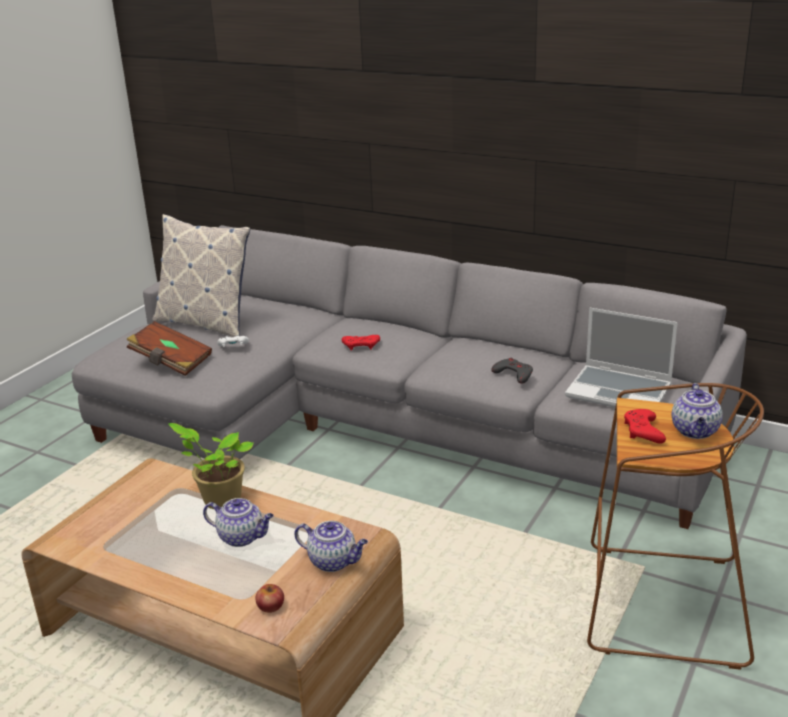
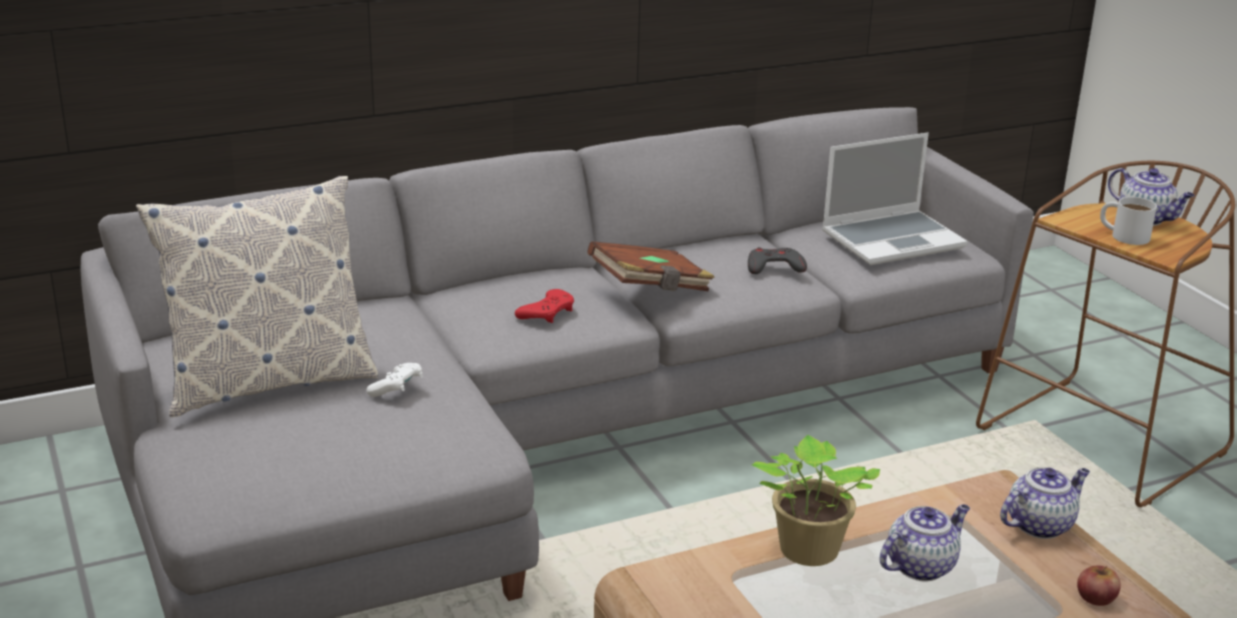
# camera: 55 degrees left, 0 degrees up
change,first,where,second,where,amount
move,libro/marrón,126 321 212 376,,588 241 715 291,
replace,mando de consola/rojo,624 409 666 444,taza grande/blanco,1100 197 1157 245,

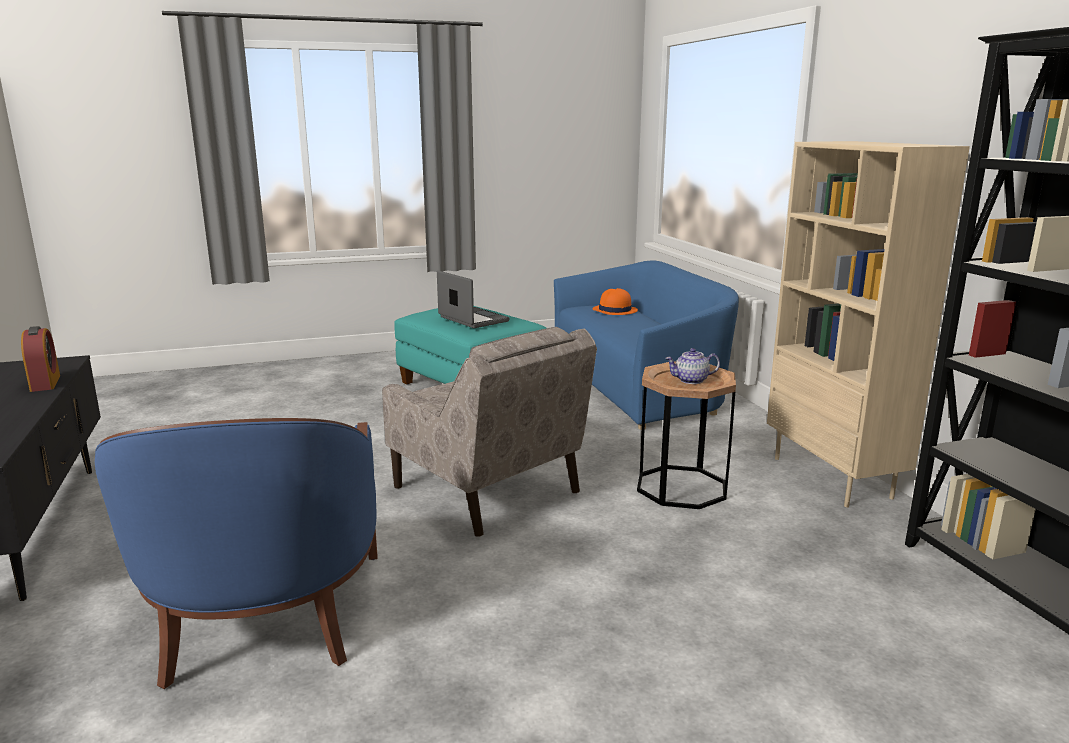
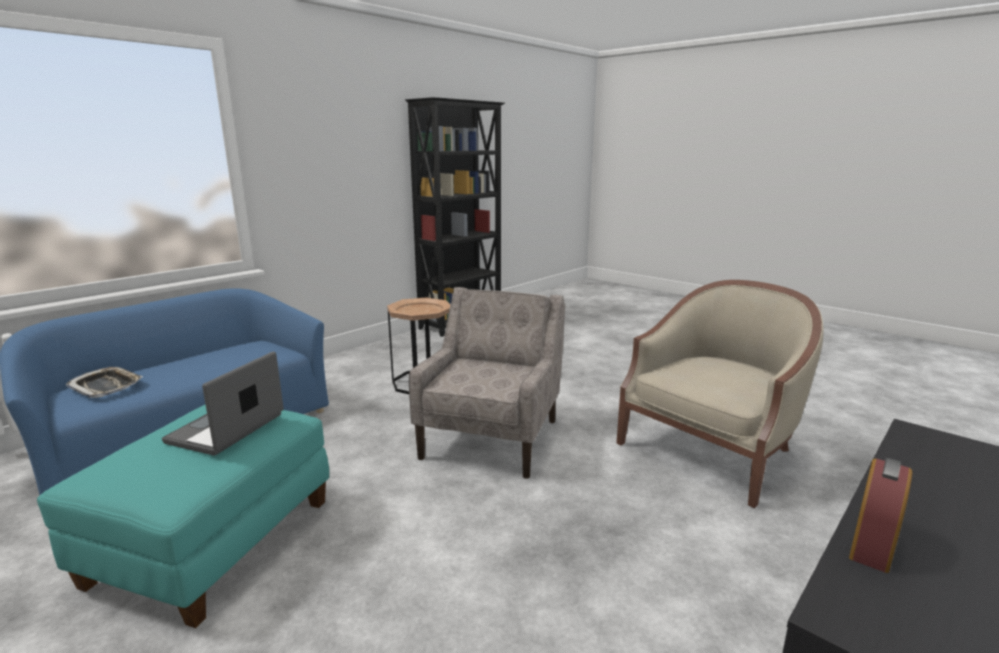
# camera: 120 degrees left, 0 degrees up
change,first,where,second,where,amount
replace,sombrero/naranja,592 288 638 315,bandeja,66 367 143 398,
recolor,sillón/azul,95 418 377 689,sillón/beis,616 280 823 508,
delete,tetera,665 348 720 384,,,
delete,estantería/beis,767 141 970 507,,,

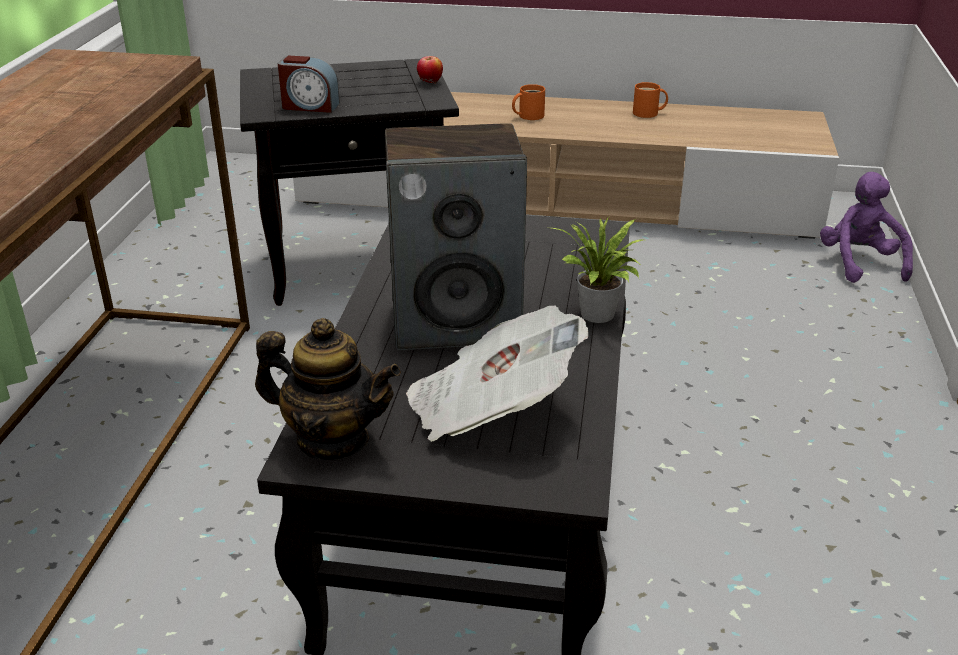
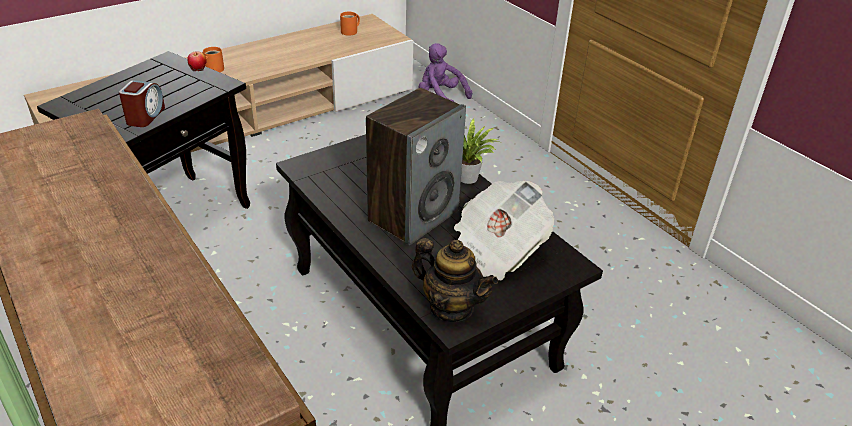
# camera: 45 degrees left, 5 degrees up
change,first,where,second,where,amount
rotate,despertador,278 55 340 113,,119 80 165 127,45 degrees counterclockwise
move,taza grande/naranja,633 82 668 118,,340 12 360 36,
rotate,tetera,255 318 401 460,,412 238 498 322,60 degrees clockwise

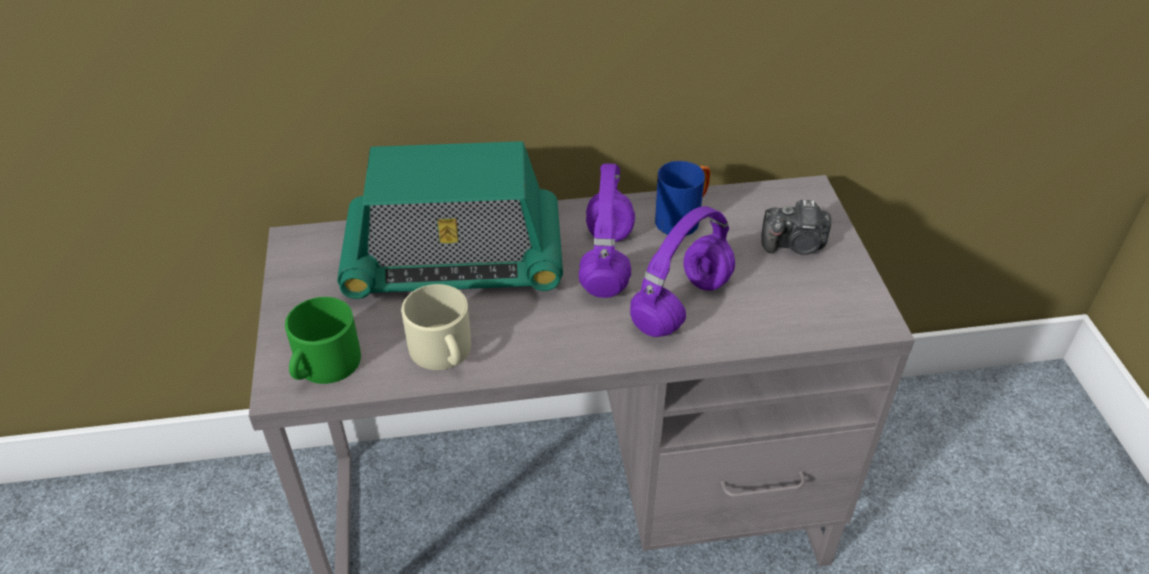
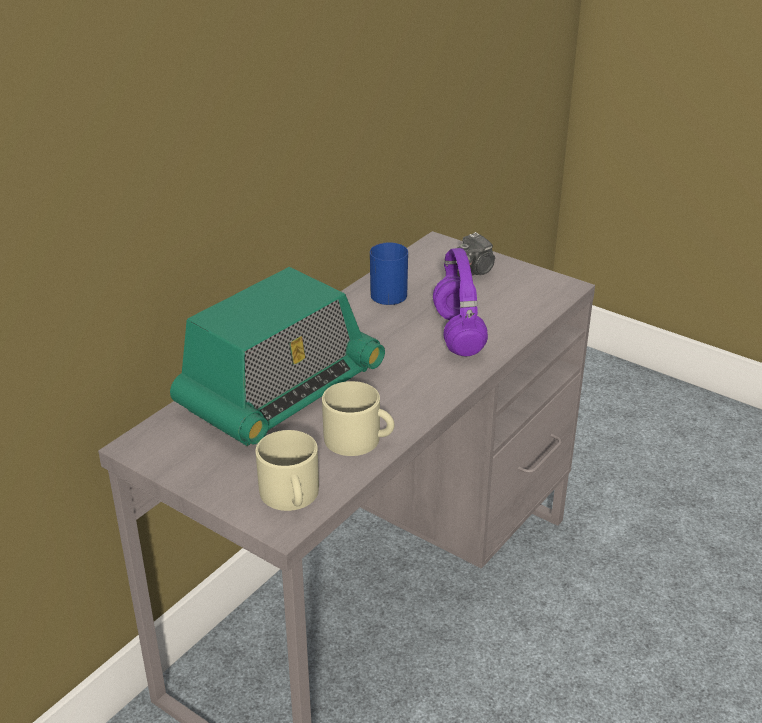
# camera: 45 degrees left, 10 degrees down
change,first,where,second,where,amount
recolor,taza grande/verde,285 297 361 384,taza grande/beis,256 430 319 511,
delete,auriculares/morado,579 164 635 298,,,

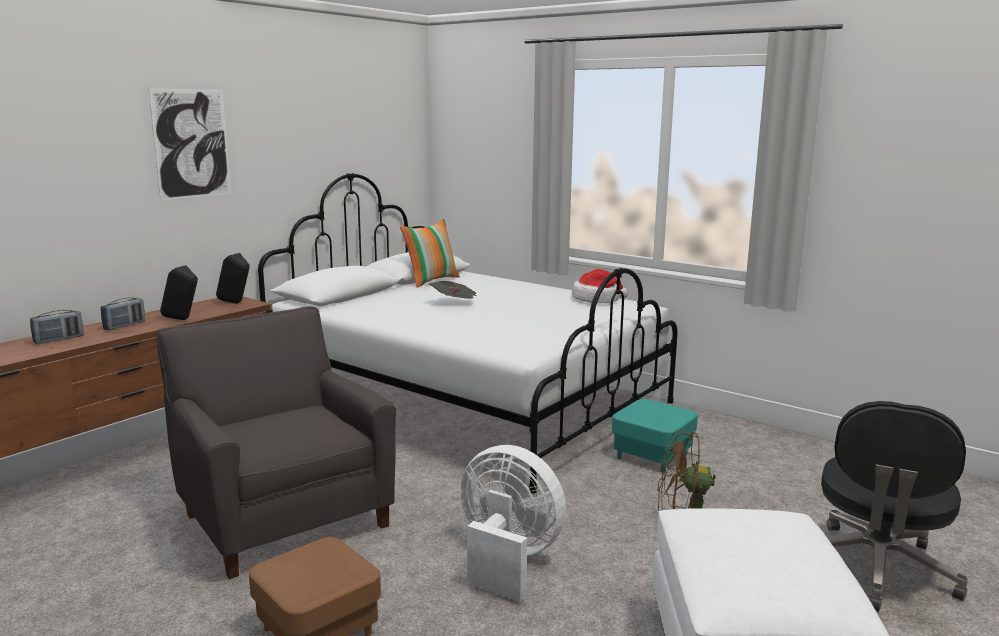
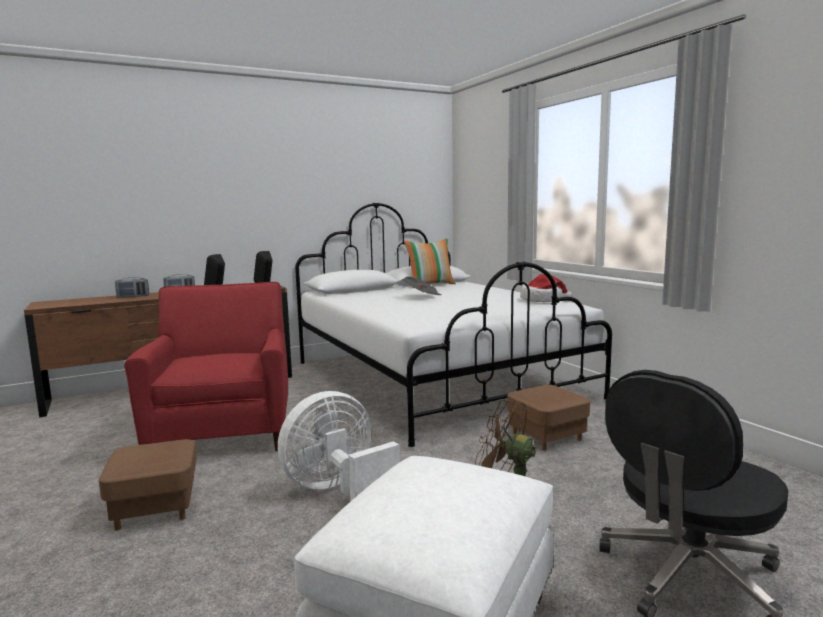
# camera: 25 degrees right, 5 degrees down
change,first,where,second,where,amount
recolor,sillón/gris,157 306 396 579,sillón/rojo,124 282 288 451,
rotate,ventilador/blanco,461 445 566 601,,278 391 400 501,90 degrees counterclockwise
recolor,puf/turquesa,612 399 698 473,puf/marrón,507 385 590 451,
delete,cuadro,149 88 231 201,,,

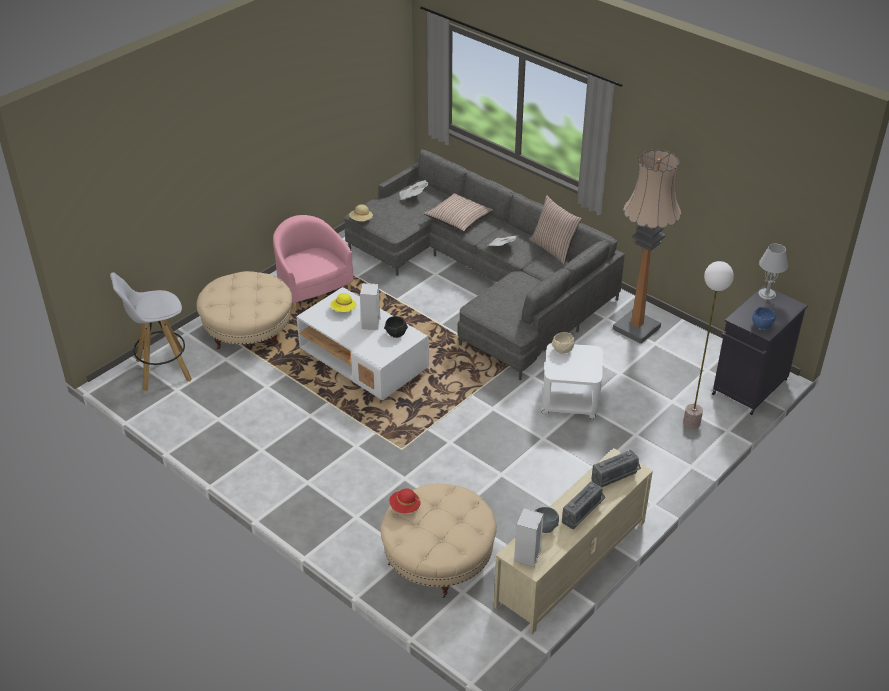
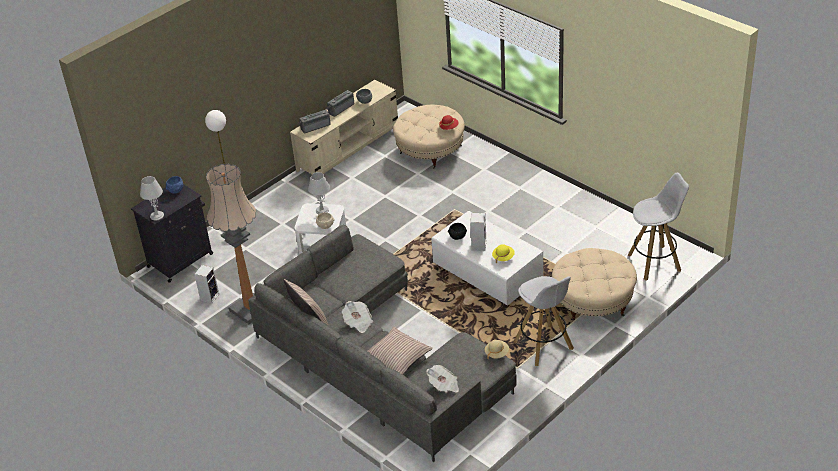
# camera: 175 degrees left, 0 degrees up
change,first,where,second,where,amount
move,altavoz,514 508 544 567,,194 265 219 303,
insert,,,lámpara de mesa/gris,308 172 330 214,
replace,sillón/rosa,273 215 354 310,taburete/blanco,514 276 574 366,

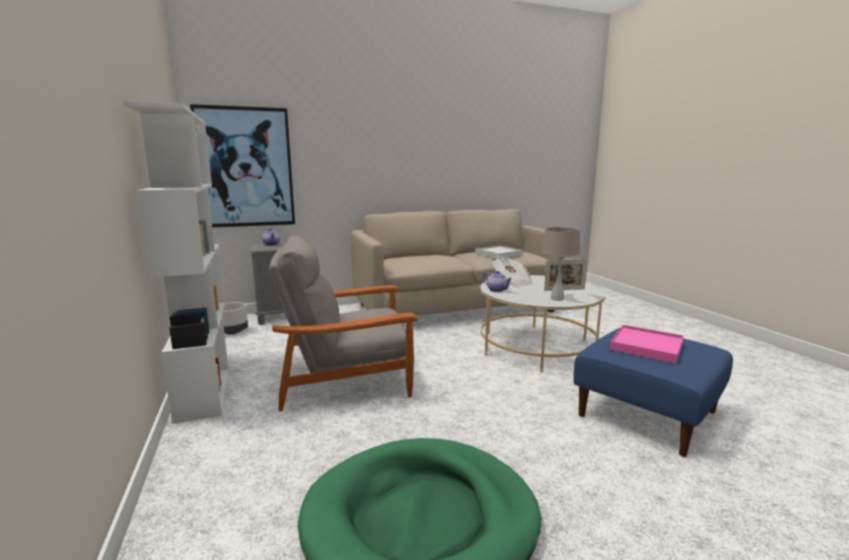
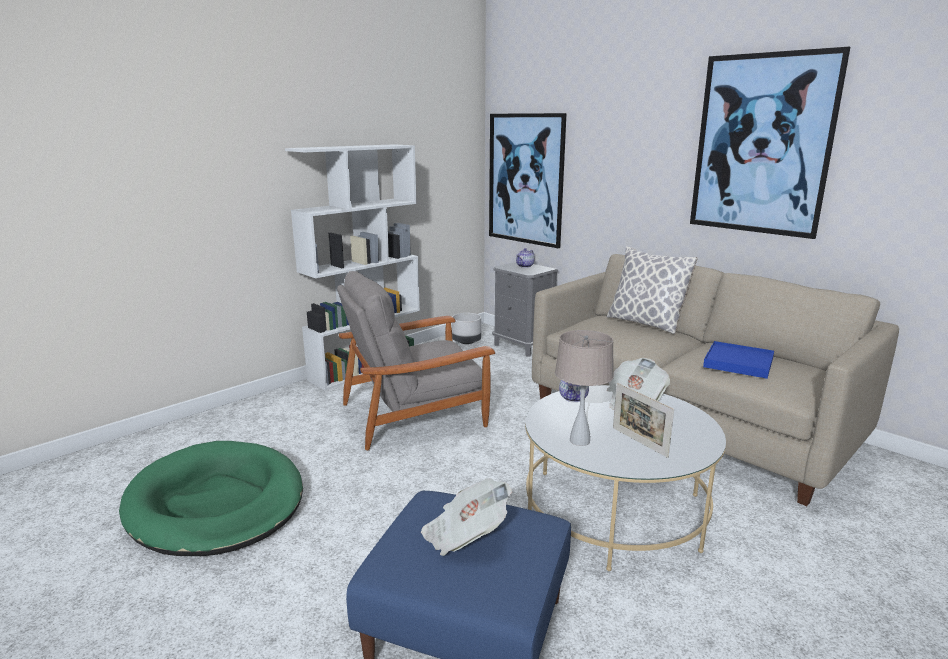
# camera: 65 degrees right, 5 degrees up
change,first,where,second,where,amount
rotate,sillón/gris,269 236 418 411,,337 271 495 450,75 degrees counterclockwise
replace,bandeja/rosa,610 325 684 364,periódico,421 478 512 556,
insert,,,cojín,607 246 698 334,
insert,,,cuadro,690 47 850 239,
recolor,bandeja/blanco,475 245 523 258,bandeja/azul,703 341 774 379,

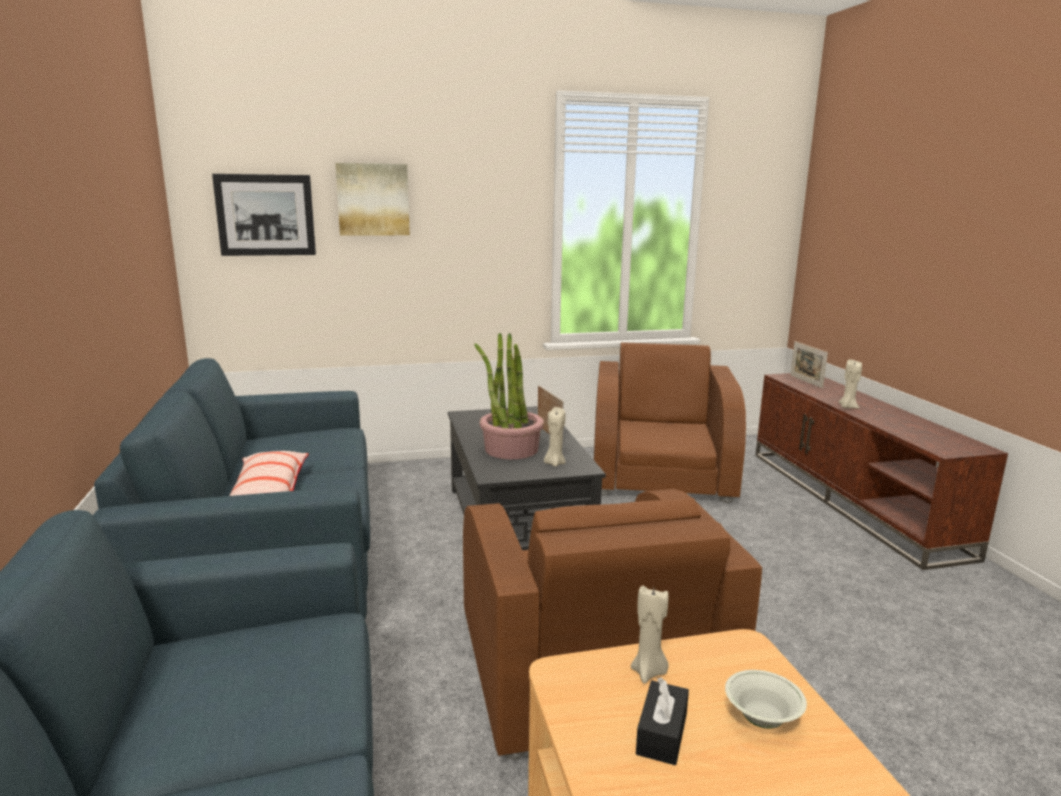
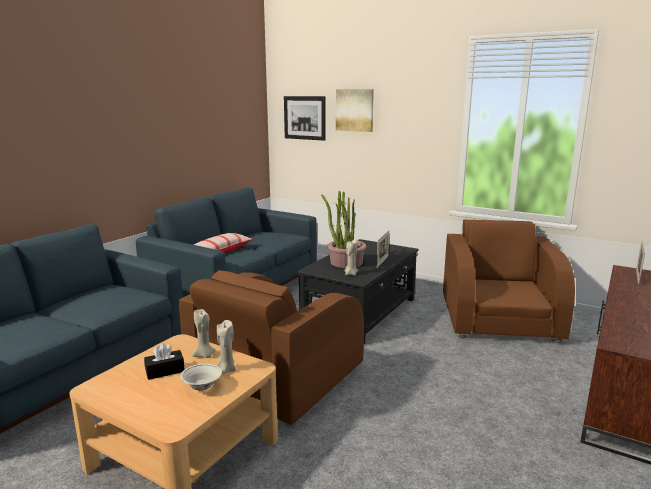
# camera: 45 degrees right, 0 degrees up
change,first,where,second,where,amount
move,vela/beis,839 360 862 409,,216 320 236 375,
rotate,sillón/marrón,594 342 746 503,,443 220 575 343,45 degrees counterclockwise

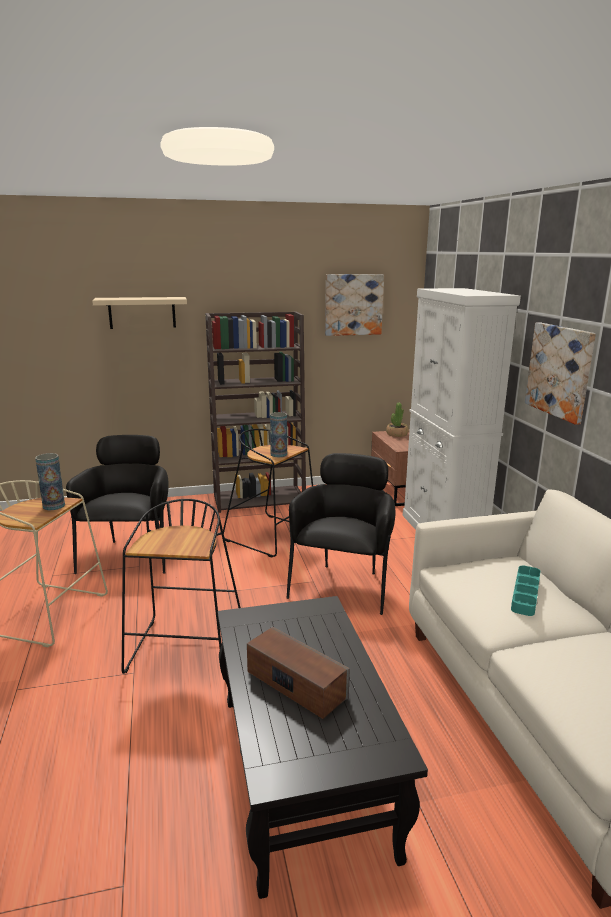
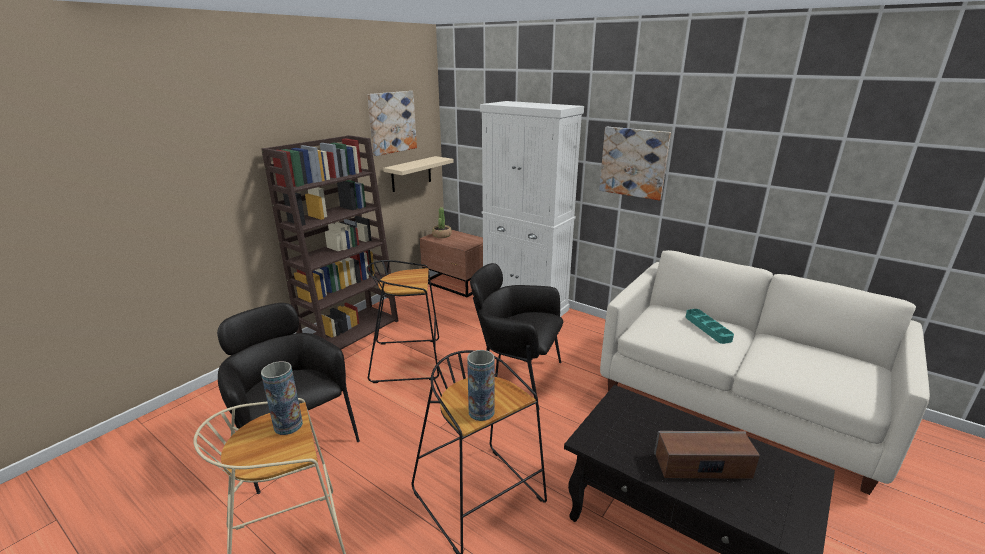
# camera: 40 degrees left, 5 degrees up
change,first,where,second,where,amount
move,estante/beis,92 297 187 329,,383 156 454 192,
move,florero,270 412 287 457,,467 350 495 421,
rotate,sillón/negro,286 453 395 615,,470 263 563 409,45 degrees counterclockwise

